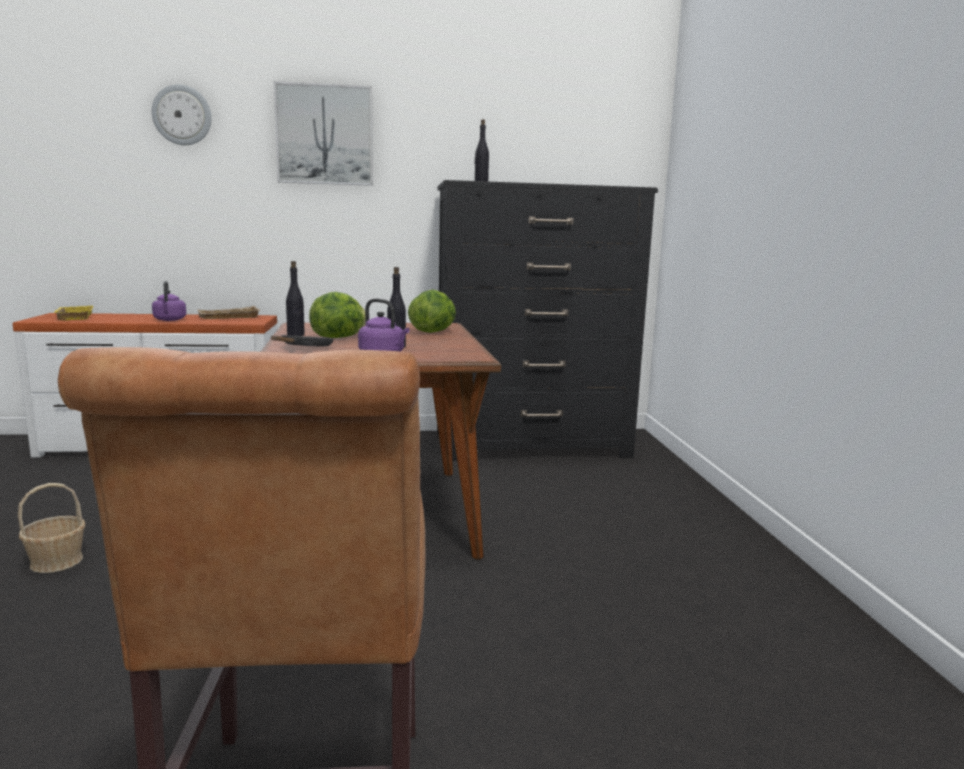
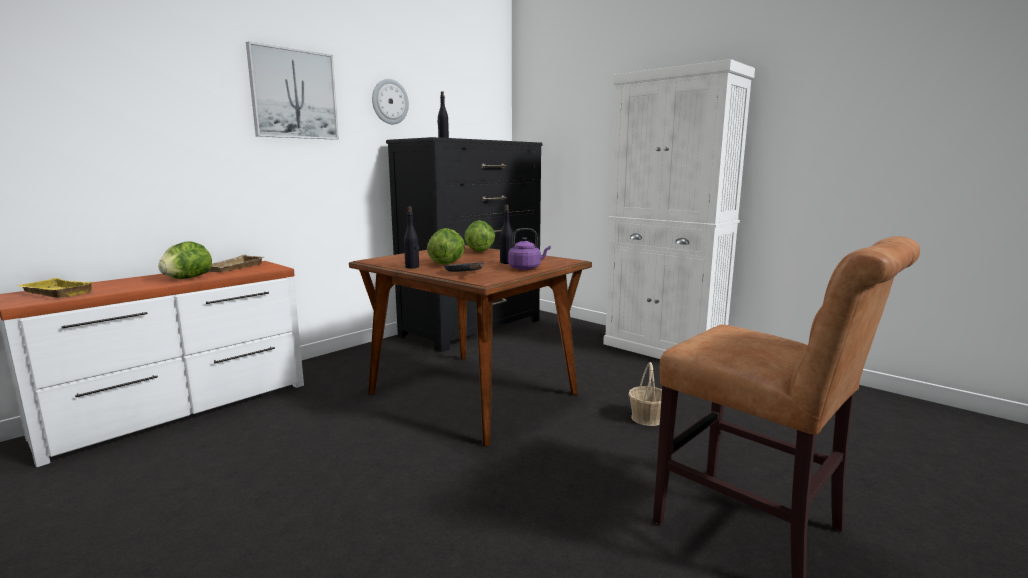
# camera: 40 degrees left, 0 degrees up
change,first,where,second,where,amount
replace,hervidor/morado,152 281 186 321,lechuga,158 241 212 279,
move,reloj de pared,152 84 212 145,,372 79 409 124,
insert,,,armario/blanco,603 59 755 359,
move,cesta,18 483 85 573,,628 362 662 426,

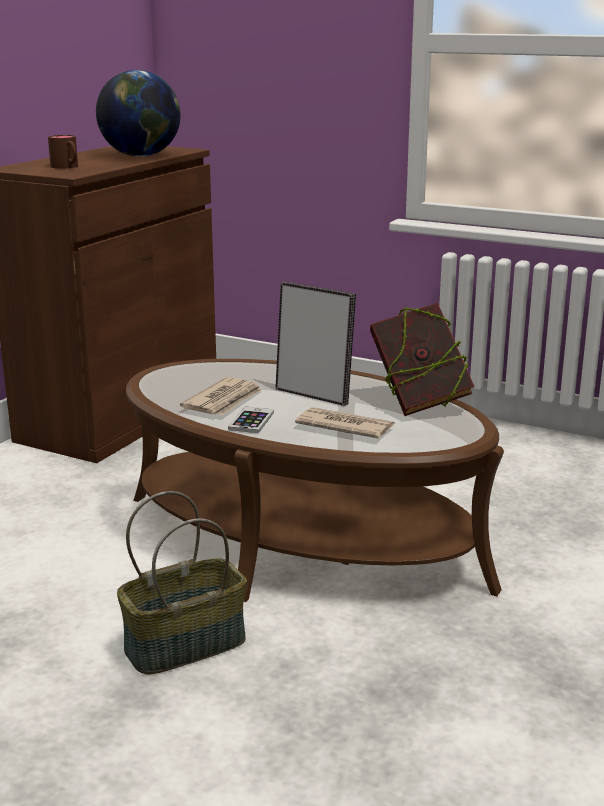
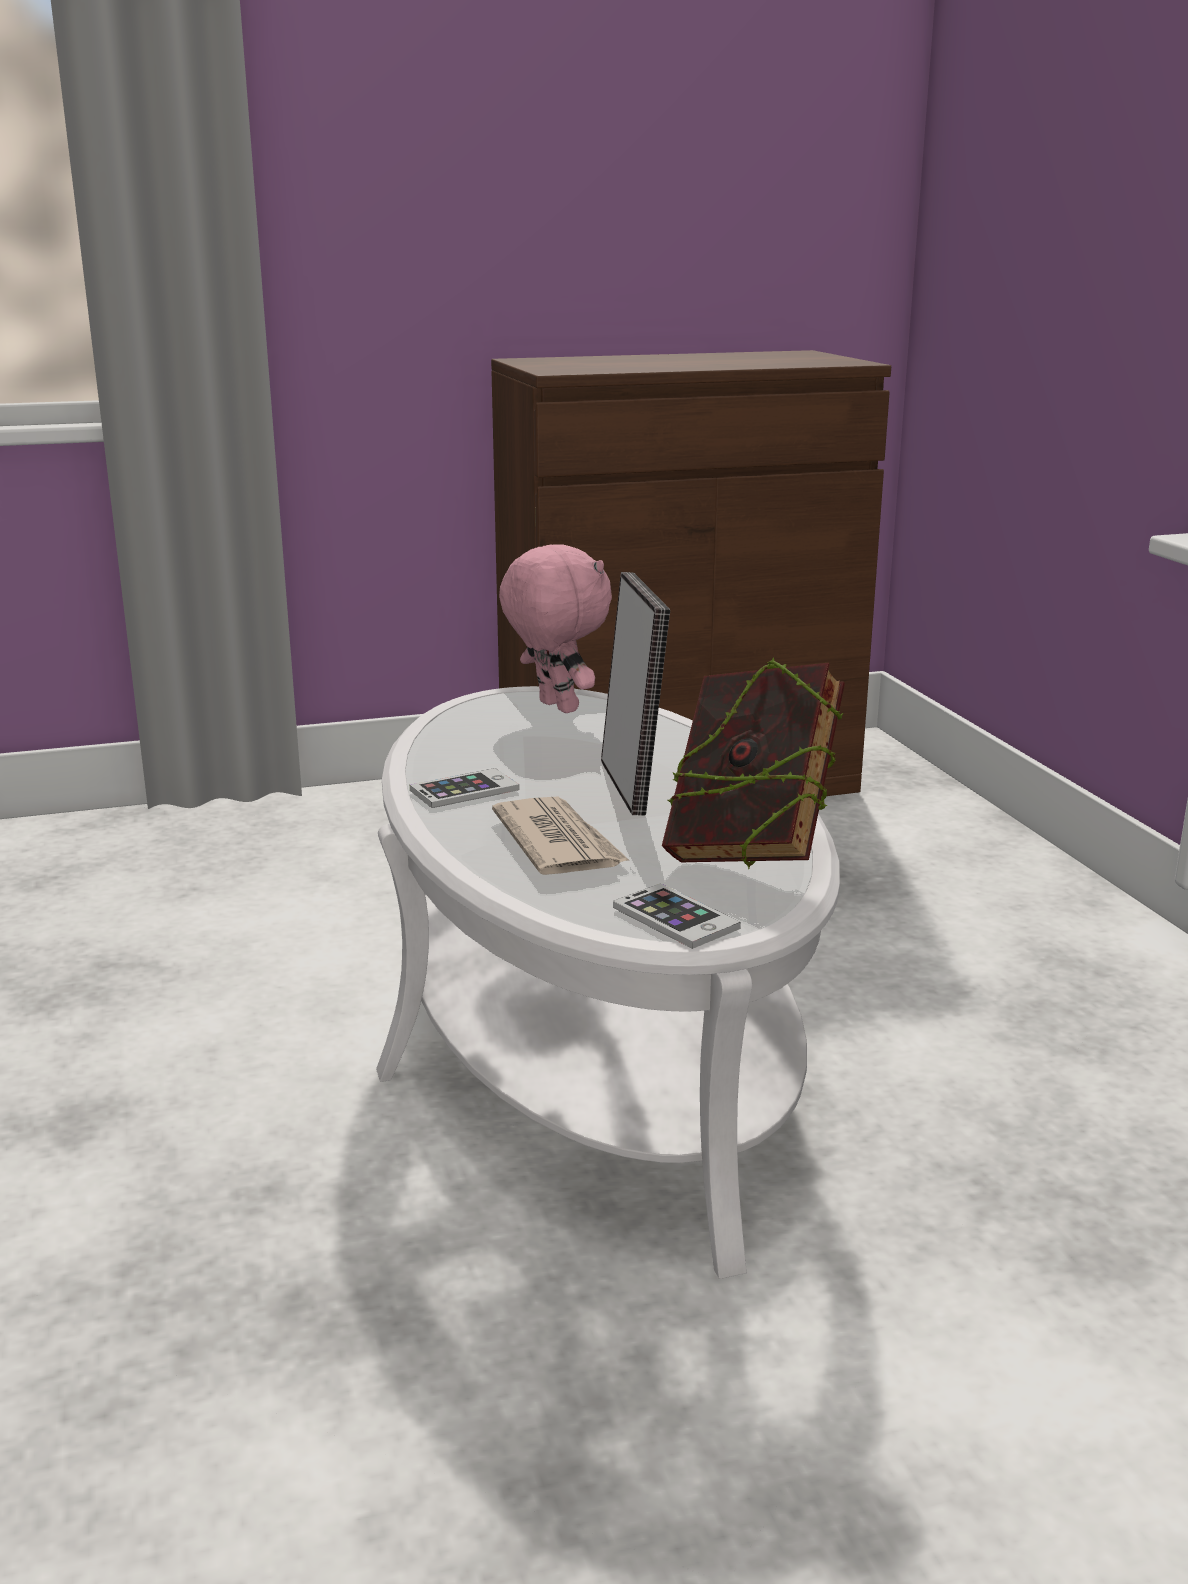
# camera: 45 degrees right, 0 degrees up
change,first,where,second,where,amount
recolor,mesa de centro/marrón,126 359 504 602,mesa de centro/blanco,376 686 840 1279,
insert,,,peluche/rosa,499 544 612 713,
insert,,,móvil,613 883 741 949,
delete,taza grande/marrón,48 135 78 169,,,
delete,globo terráqueo,96 70 181 157,,,
delete,cesta,117 491 247 675,,,
delete,periódico,180 377 262 415,,,

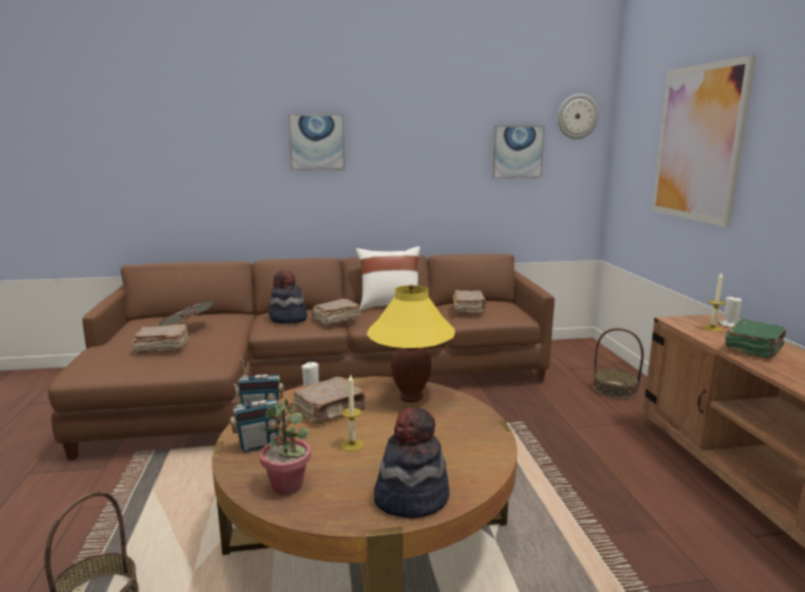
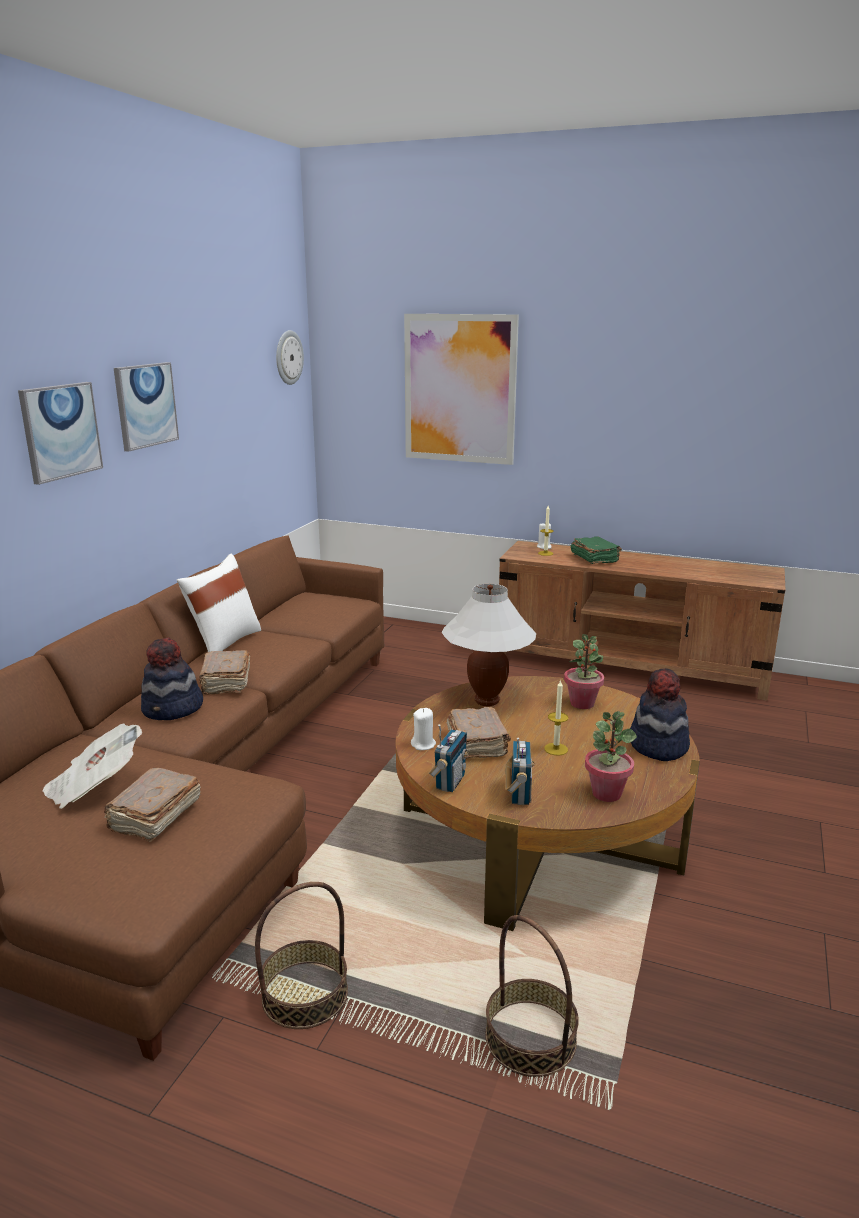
# camera: 60 degrees left, 5 degrees up
change,first,where,second,where,amount
move,cuadro,492 126 545 179,,114 362 179 452,
move,cesta,593 328 644 399,,255 882 348 1029,
recolor,lámpara de mesa/amarillo,367 285 455 403,lámpara de mesa/blanco,442 584 536 706,
insert,,,planta en maceta,564 634 604 709,
delete,libro/marrón,453 290 487 314,,,

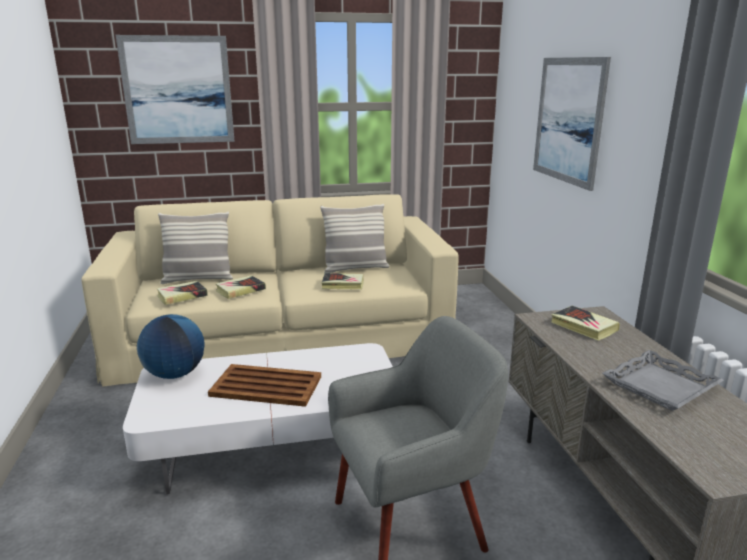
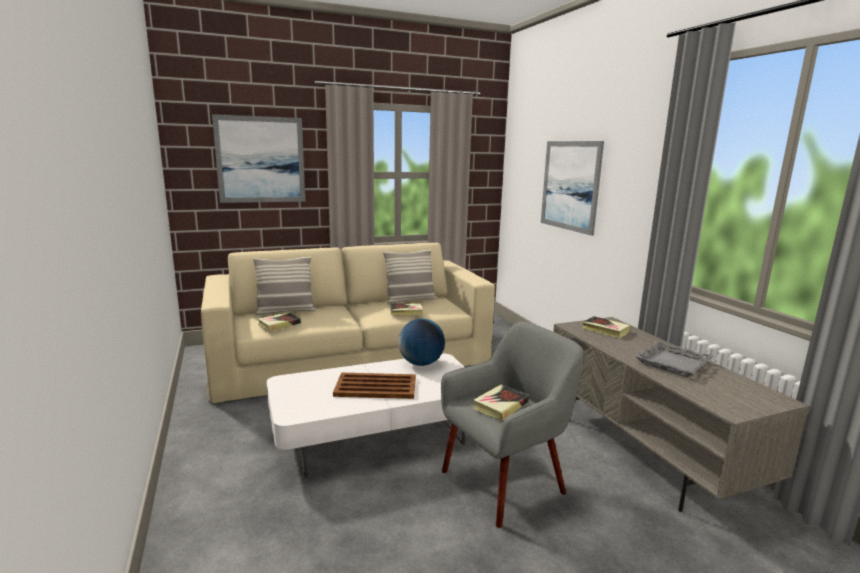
# camera: 10 degrees left, 5 degrees down
change,first,where,second,where,amount
move,globo terráqueo,137 314 204 379,,398 318 445 366,
move,libro,216 275 266 299,,473 385 529 421,

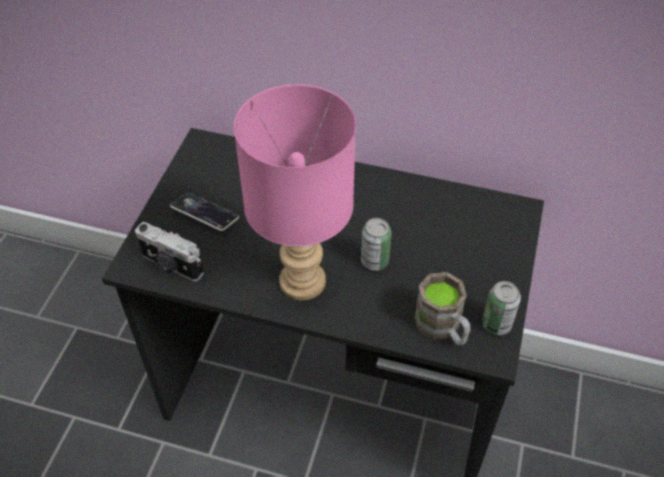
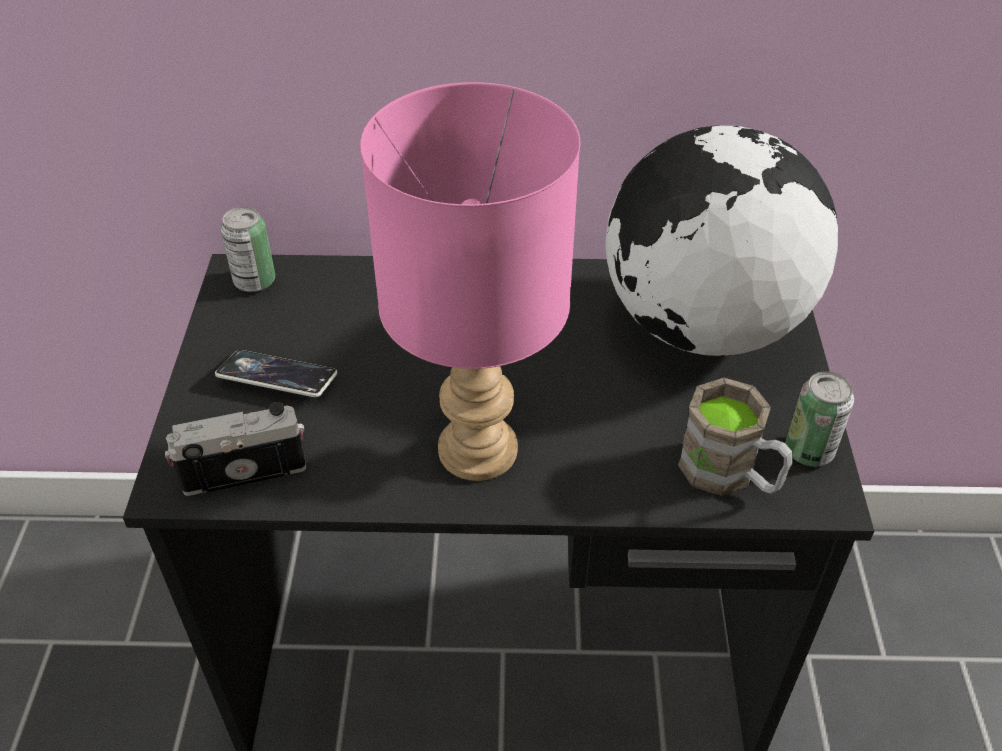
# camera: 15 degrees left, 5 degrees down
change,first,where,second,where,amount
rotate,cámara,135 222 204 281,,165 402 306 496,150 degrees clockwise
move,lata,361 218 392 271,,221 207 275 292,
insert,,,globo terráqueo,606 125 838 356,

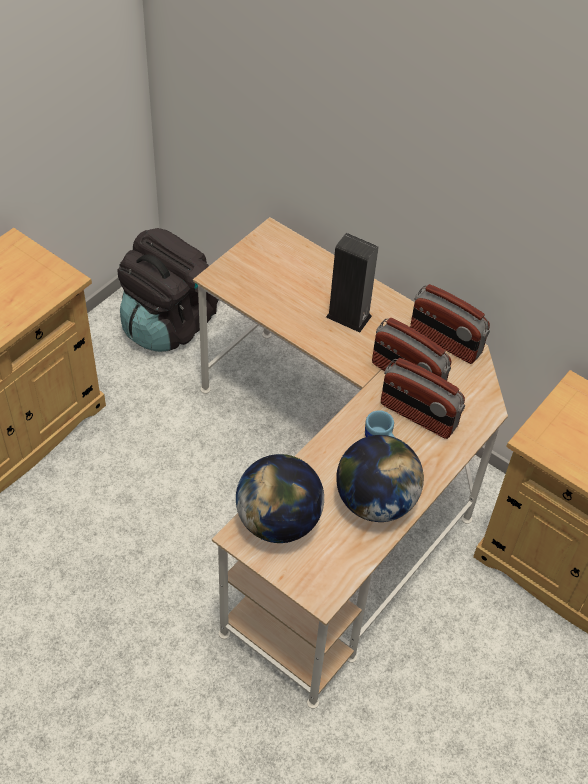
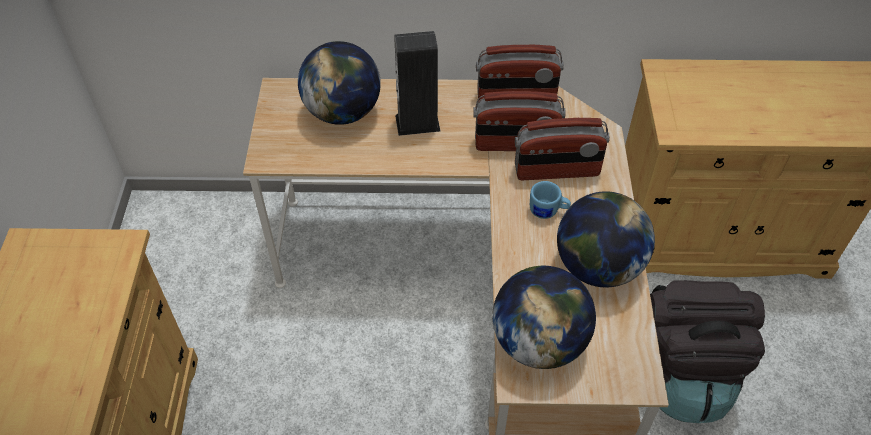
# camera: 35 degrees left, 0 degrees up
change,first,where,second,where,amount
insert,,,globo terráqueo,298 41 381 125,
move,mochila/negro,117 228 219 352,,650 280 765 423,

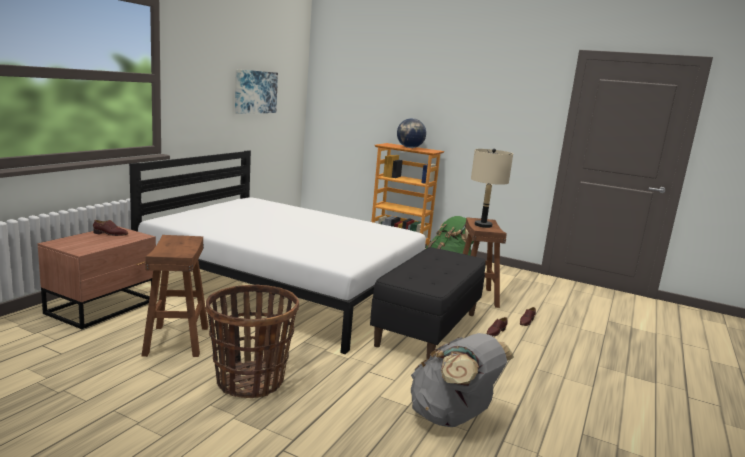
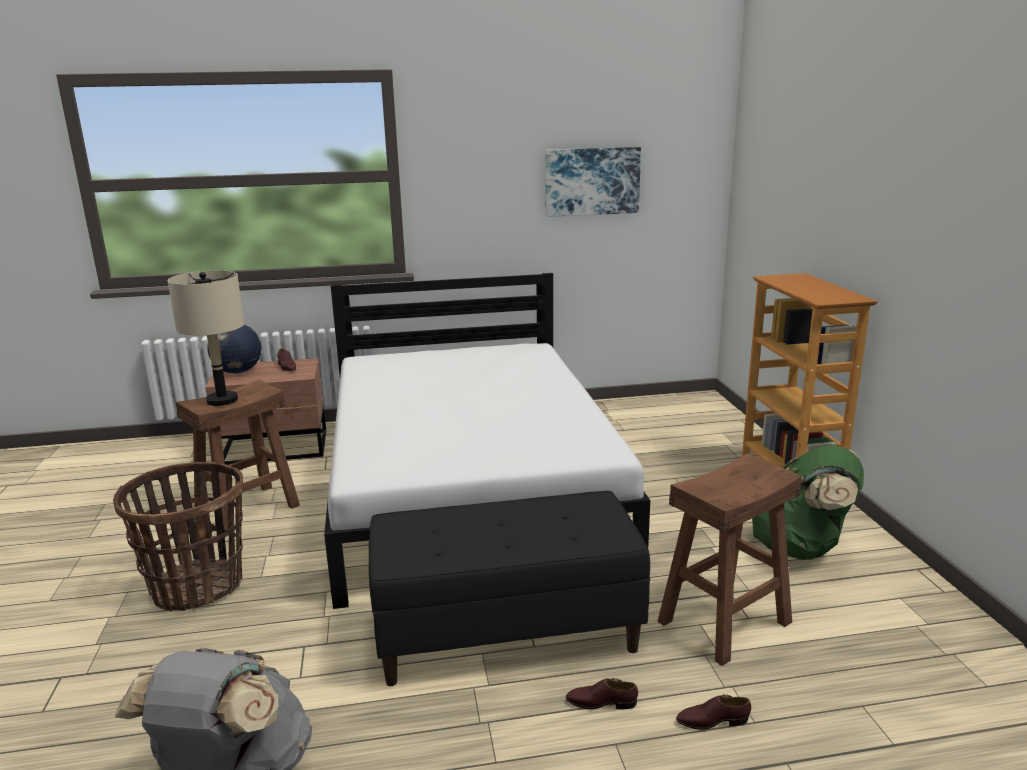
# camera: 55 degrees right, 5 degrees up
change,first,where,second,where,amount
move,lámpara de mesa/beis,471 148 513 228,,167 270 244 406,
move,globo terráqueo,397 118 426 148,,207 325 262 374,

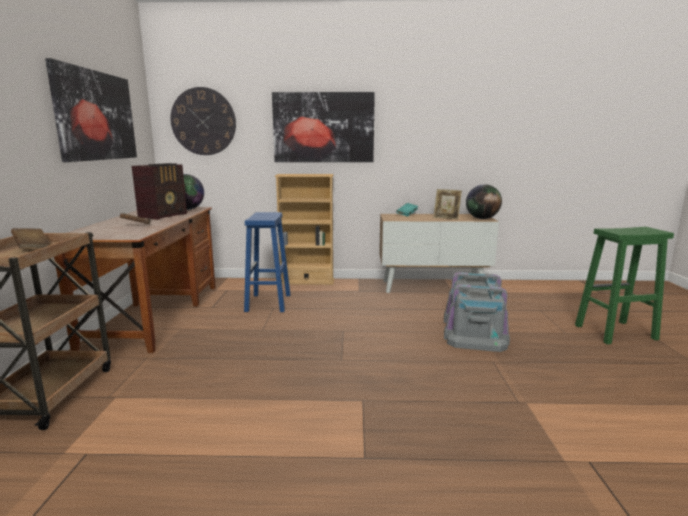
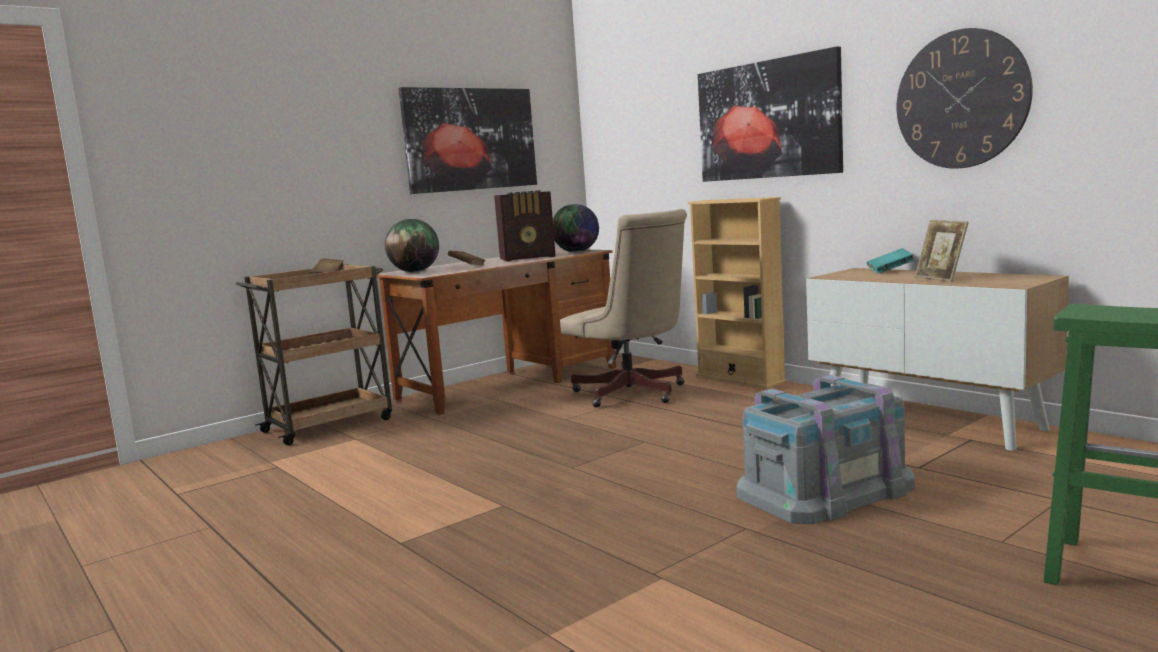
# camera: 50 degrees right, 5 degrees down
change,first,where,second,where,amount
move,globo terráqueo,466 184 502 219,,385 219 439 272,
replace,taburete/azul,244 212 291 312,silla de oficina/beis,560 209 687 408,
move,reloj de pared,171 87 236 155,,897 28 1033 169,

